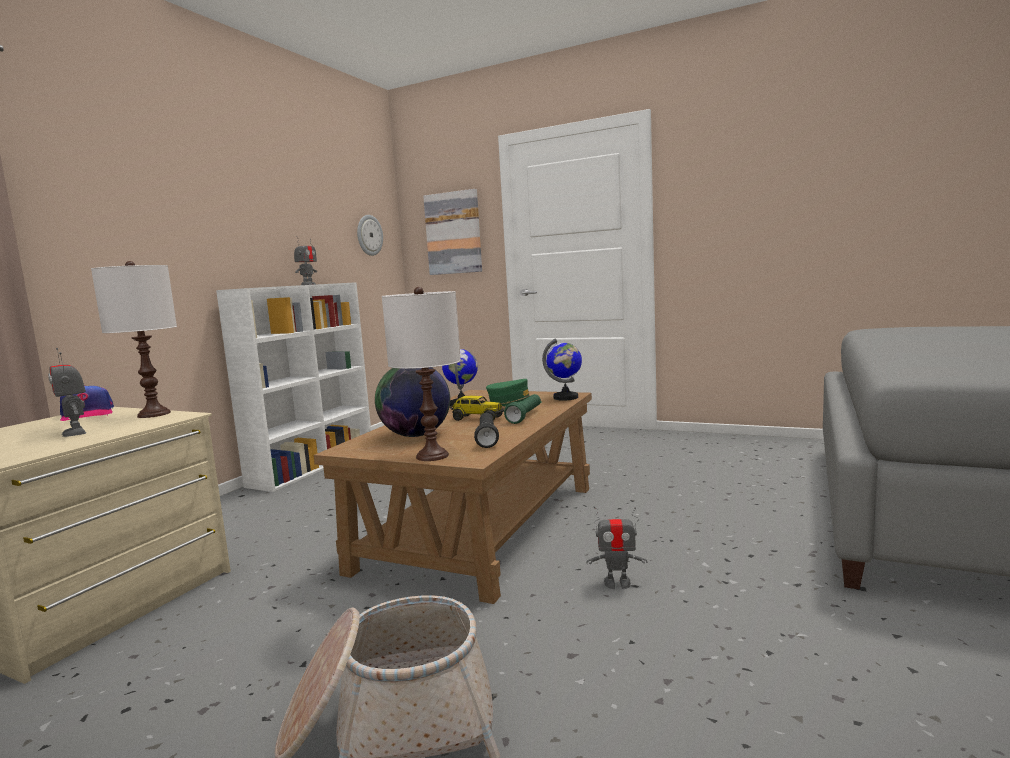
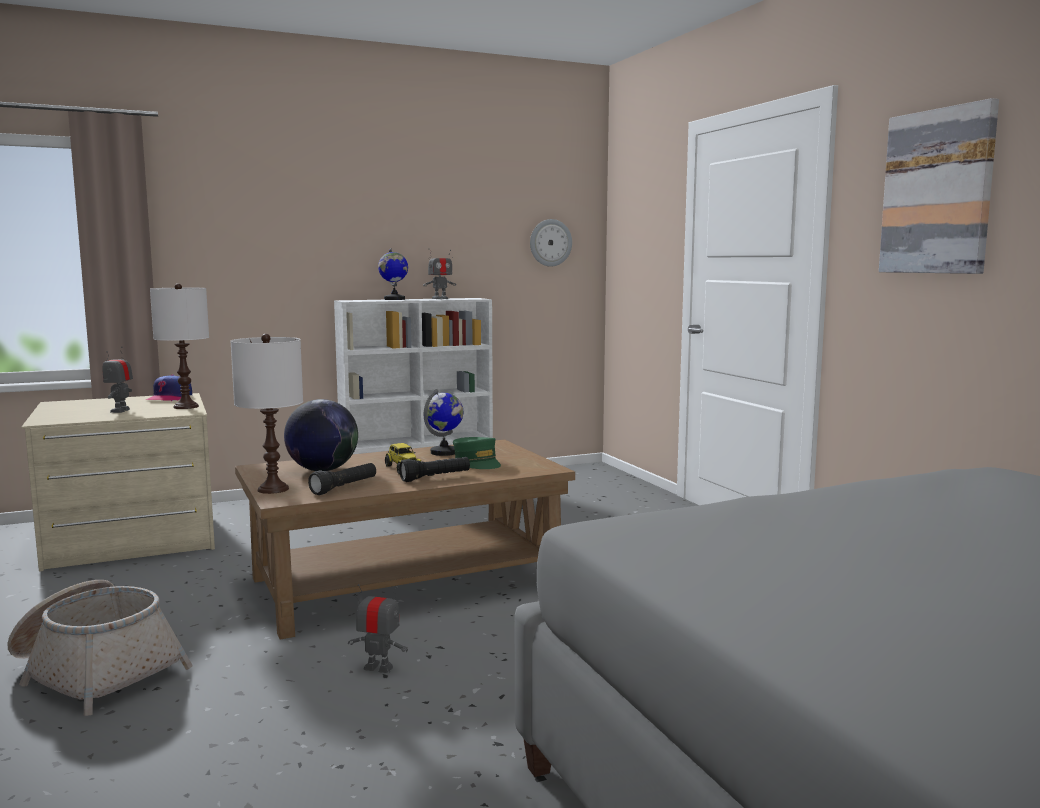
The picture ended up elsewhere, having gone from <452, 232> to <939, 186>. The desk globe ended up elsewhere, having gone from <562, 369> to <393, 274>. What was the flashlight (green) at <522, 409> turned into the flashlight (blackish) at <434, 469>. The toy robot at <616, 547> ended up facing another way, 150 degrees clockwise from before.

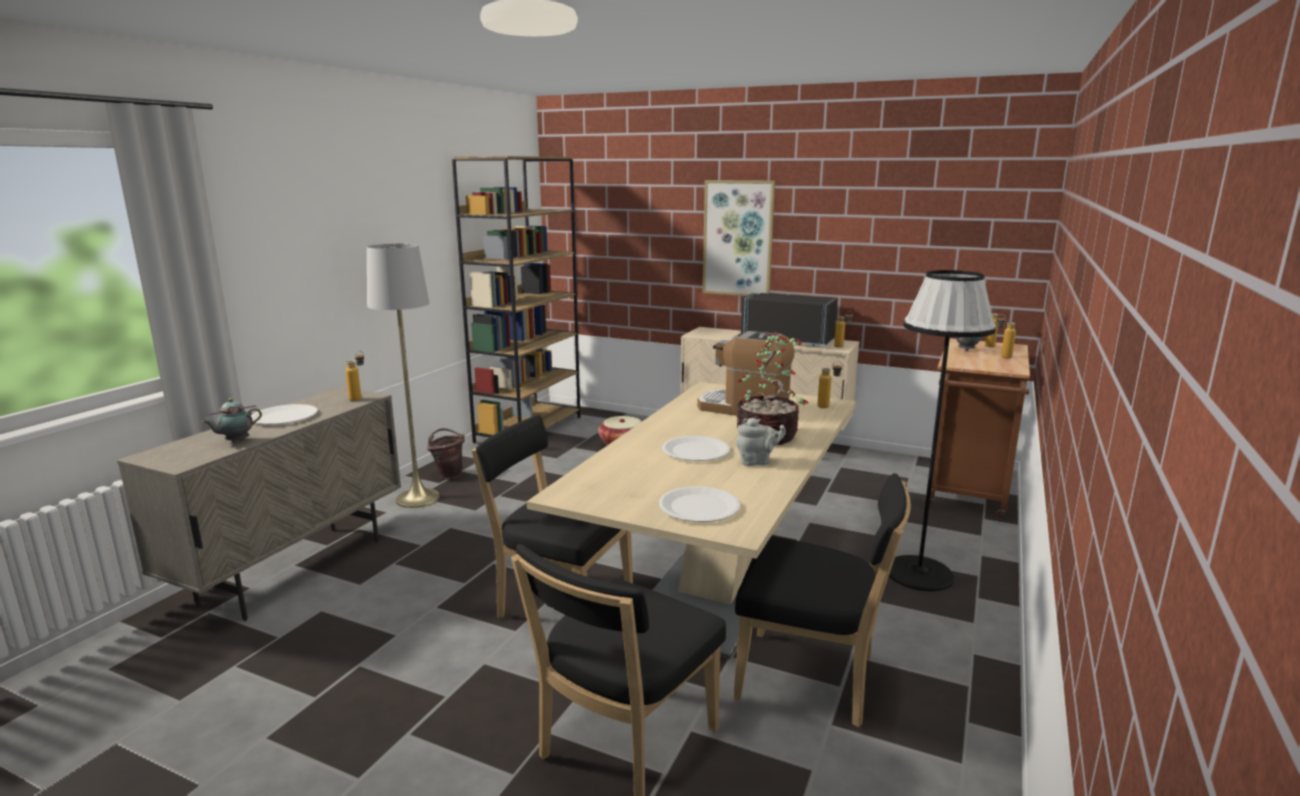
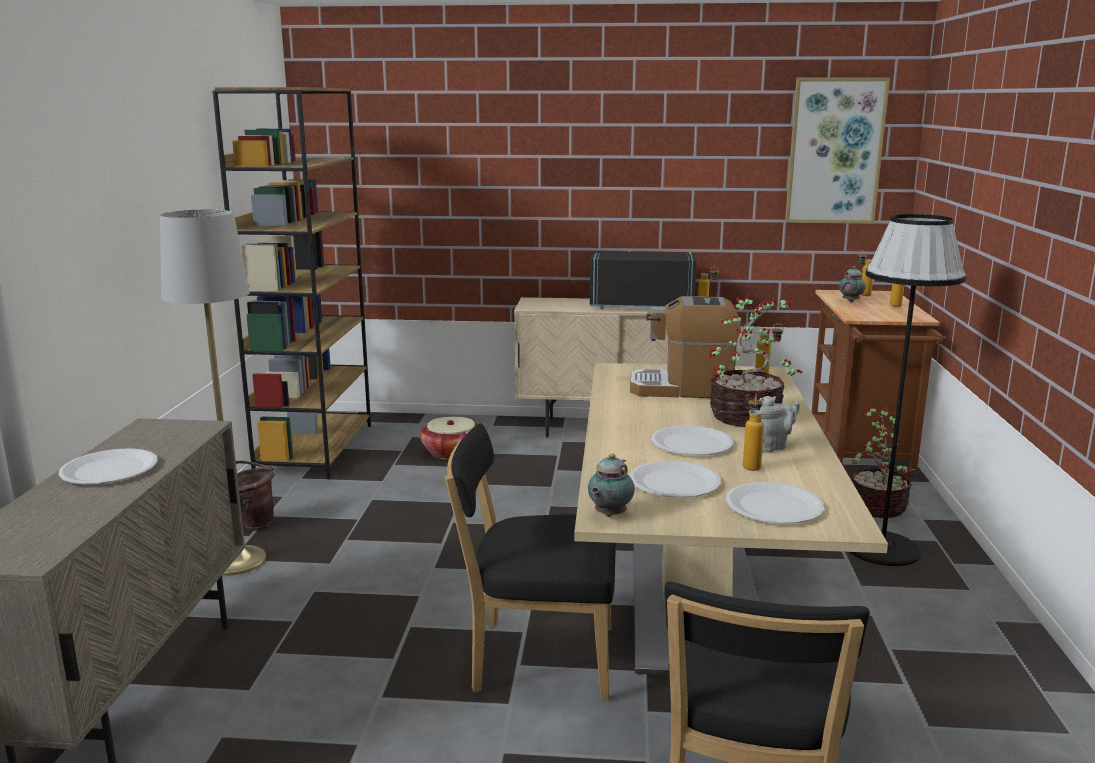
The second view lost the plain chair (blackish) at <822, 600>. The second view gained the flat dish (whitish) at <675, 479>. The second view gained the plant in a pot at <881, 462>. The tea pot ended up elsewhere, having gone from <232, 420> to <611, 485>. The beverage bottle ended up elsewhere, having gone from <354, 376> to <753, 432>. The picture ended up elsewhere, having gone from <739, 238> to <837, 150>.

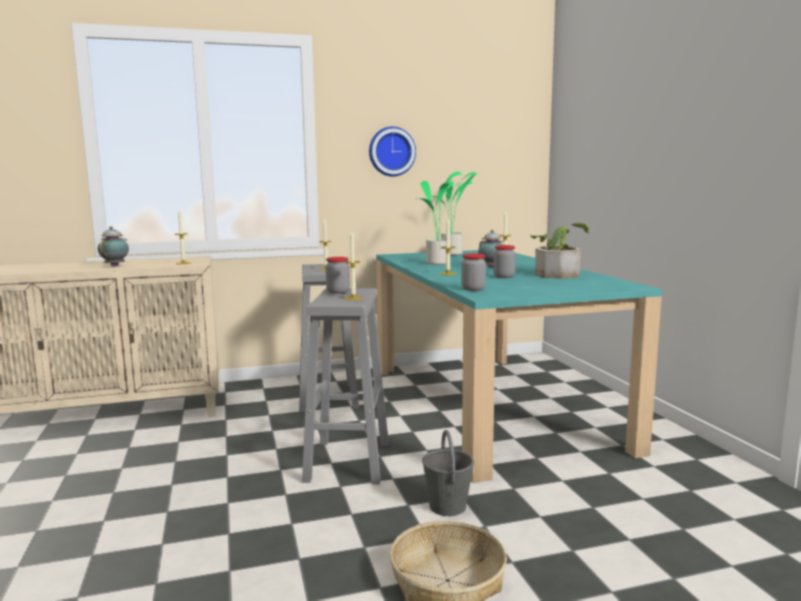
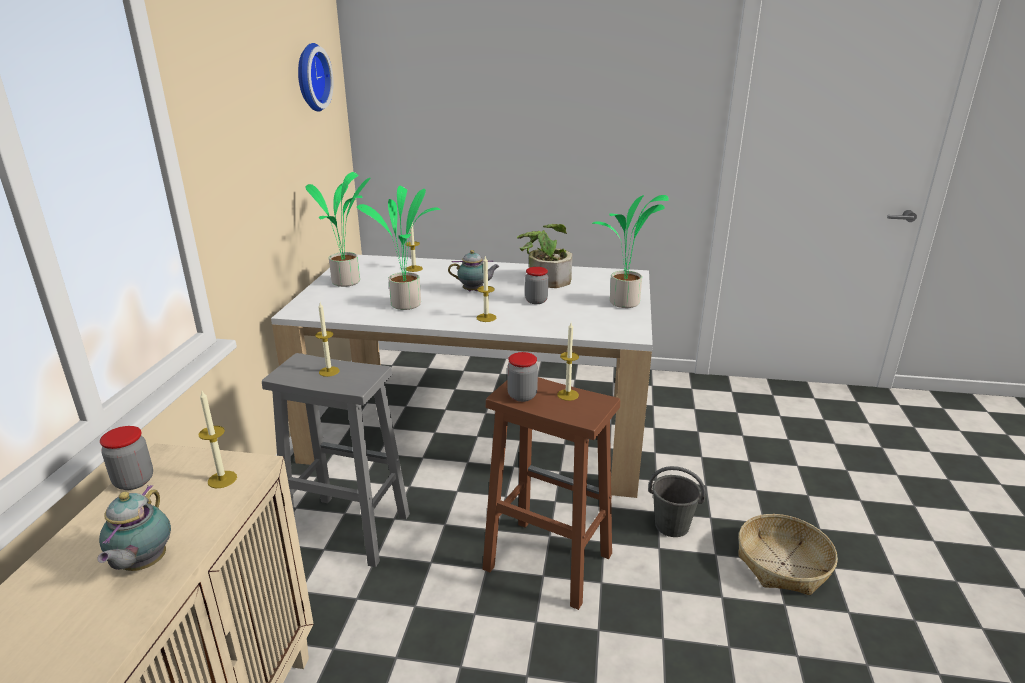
The second view gained the plant in a pot at <630, 251>. The clock on the wall ended up elsewhere, having gone from <392, 151> to <315, 77>. The preserve jar ended up elsewhere, having gone from <473, 272> to <126, 458>. What was the sitting stool (greyish) at <345, 386> turned into the sitting stool (brown) at <551, 493>. What was the kitchen table (turquoise-coloured) at <519, 366> turned into the kitchen table (whitish) at <462, 376>. The tea pot at <113, 246> ended up facing another way, 120 degrees counterclockwise from before.

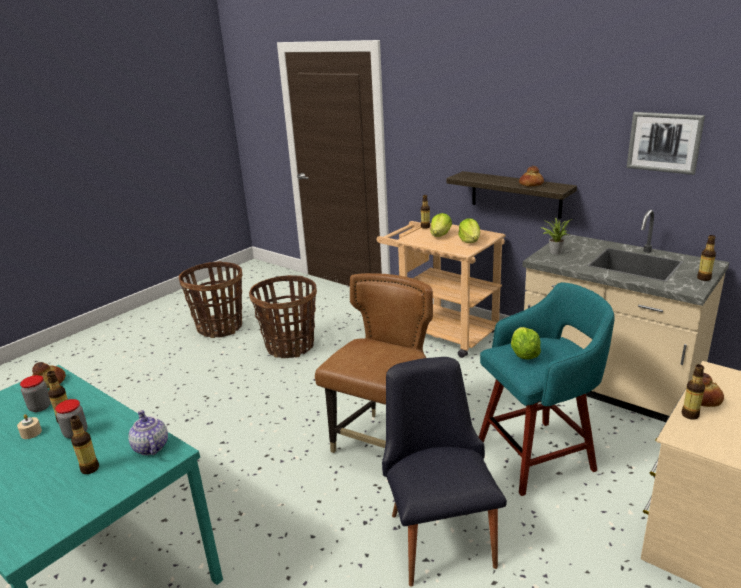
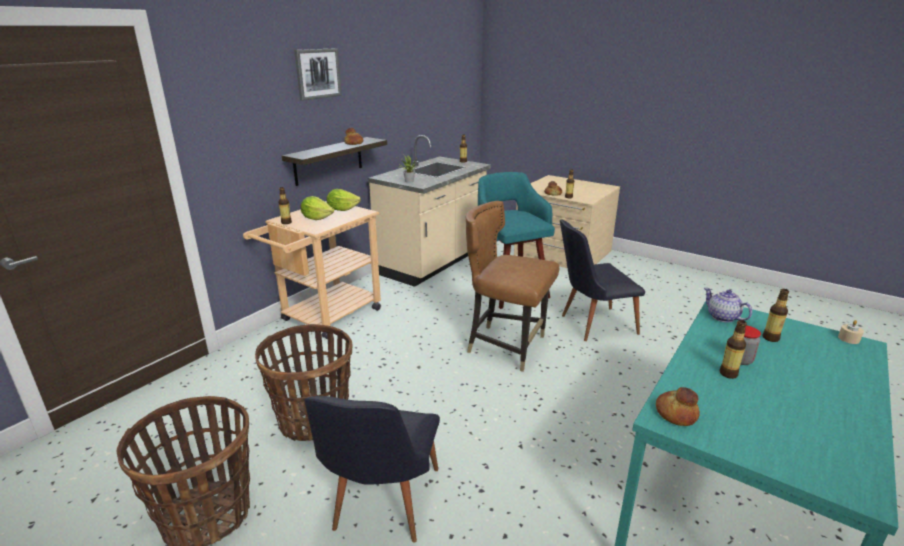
The second view lost the preserve jar at <35, 393>. The second view lost the head of lettuce at <526, 343>. The second view gained the plain chair (blackish) at <372, 469>. The candle (beige) ended up elsewhere, having gone from <29, 426> to <851, 332>. The picture ended up elsewhere, having gone from <666, 143> to <318, 74>. The tea pot at <148, 432> ended up facing another way, 90 degrees clockwise from before.

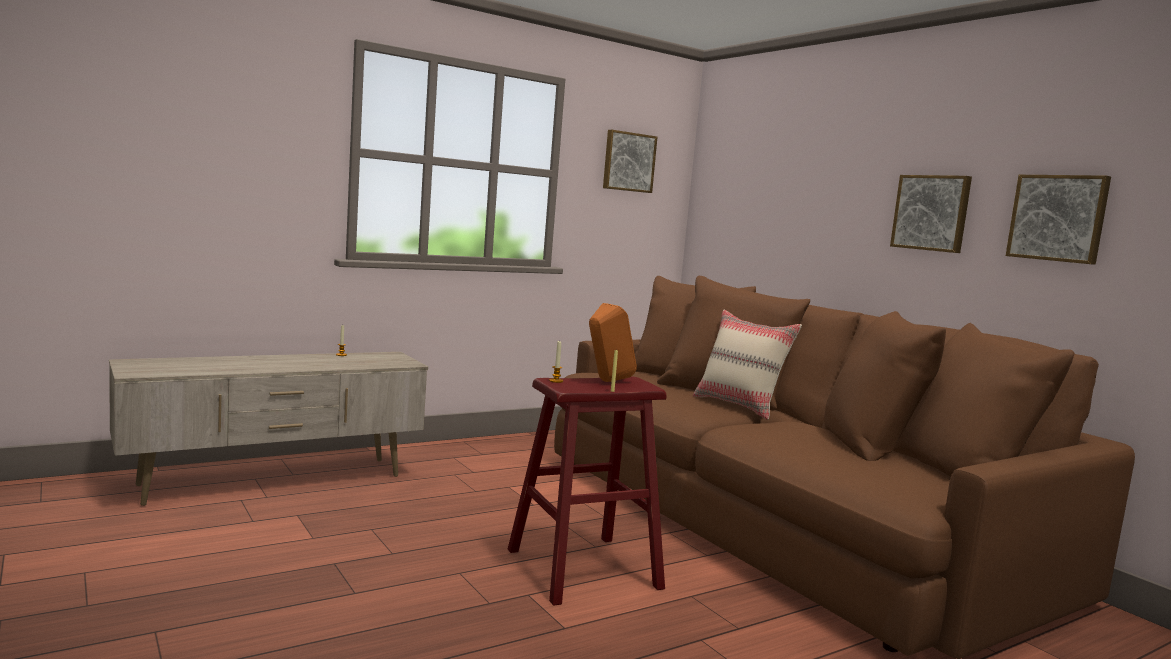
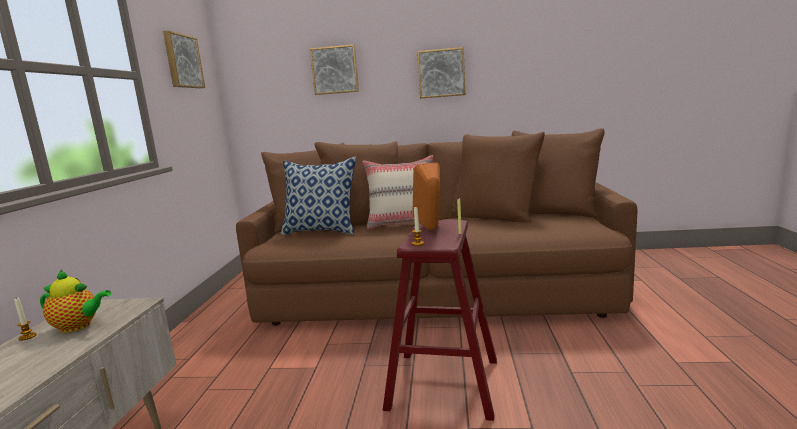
The second view gained the tea pot at <75, 301>. The second view gained the cushion at <318, 196>. The picture ended up elsewhere, having gone from <1058, 220> to <334, 69>.

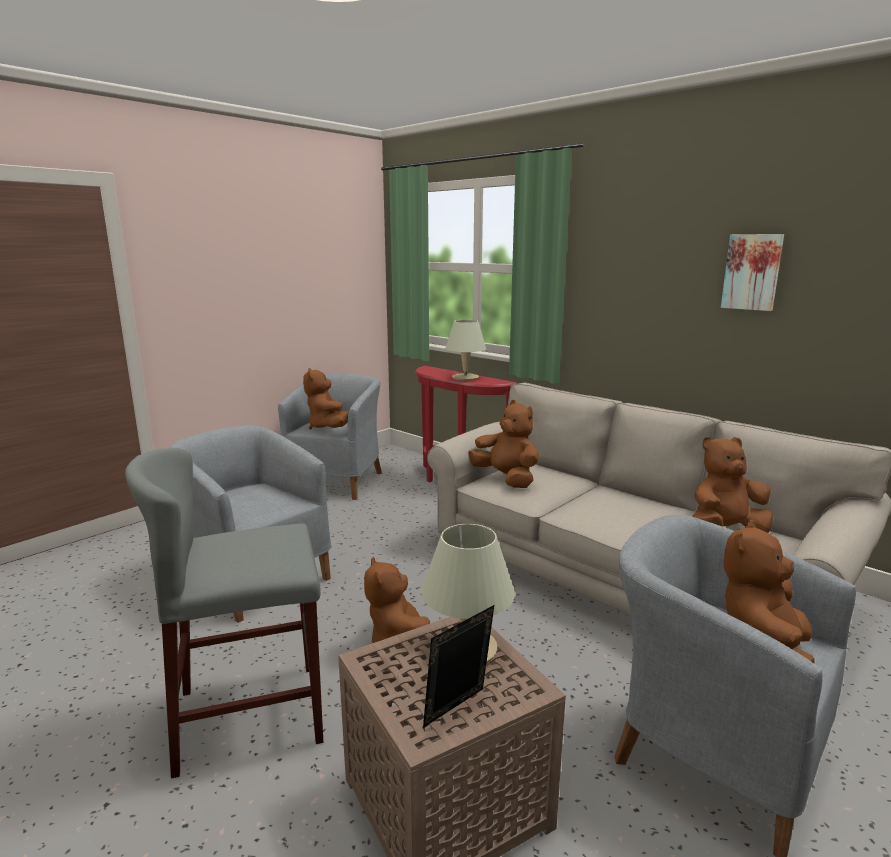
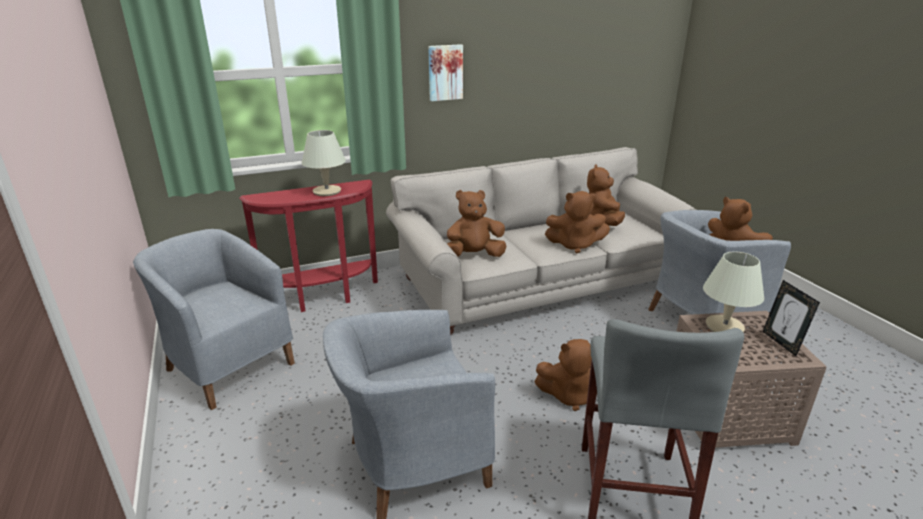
The cuddly toy (brown) ended up elsewhere, having gone from <326, 398> to <577, 222>. The picture ended up elsewhere, having gone from <752, 272> to <445, 72>.

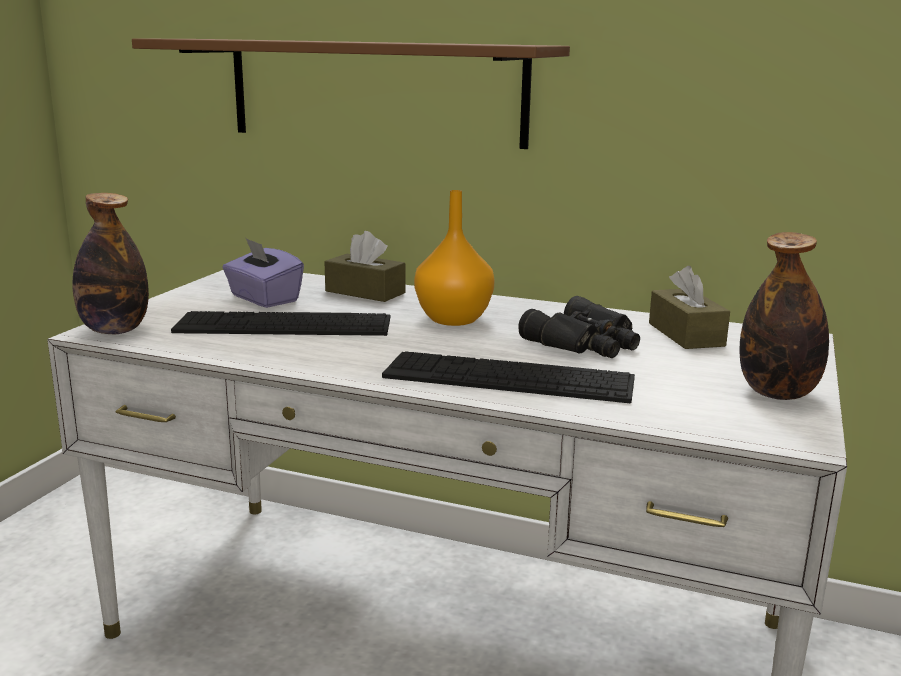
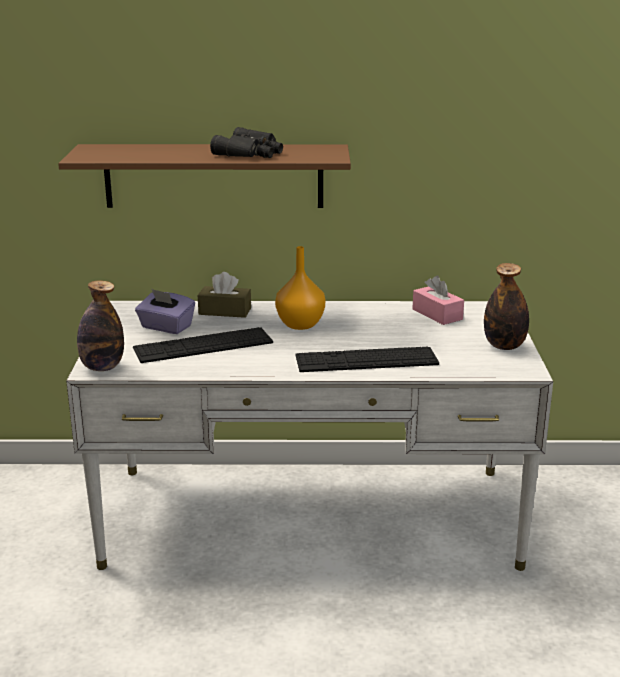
The binoculars (blackish) ended up elsewhere, having gone from <579, 327> to <246, 142>. What was the tissue holder (brown) at <689, 307> turned into the tissue holder (pink-coloured) at <438, 300>.

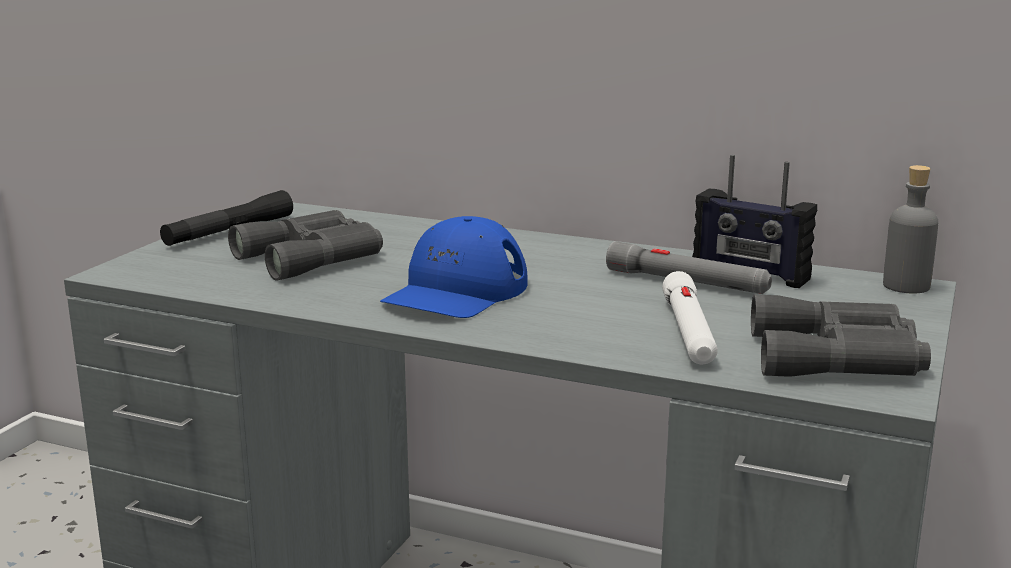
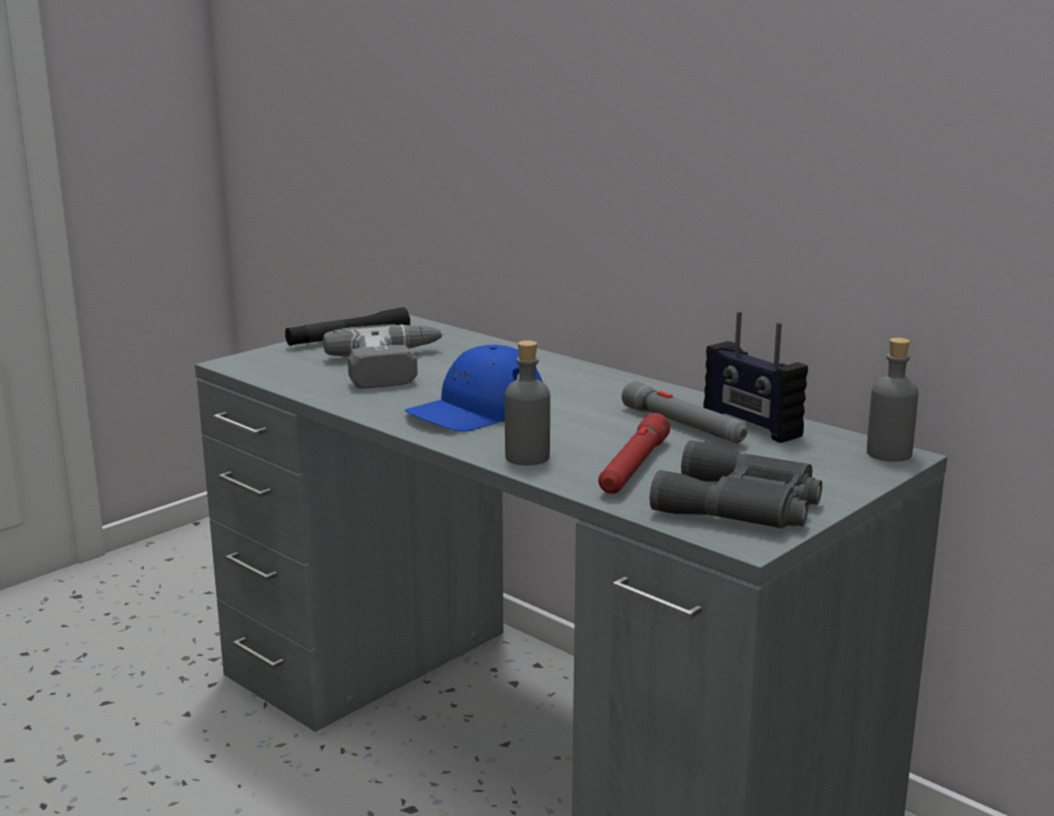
The second view gained the beverage bottle (greyish) at <527, 402>. Where the binoculars (greyish) stood at <305, 245>, the drill came to stand at <383, 356>. What was the flashlight (whitish) at <690, 317> turned into the flashlight (reddish) at <634, 453>.

